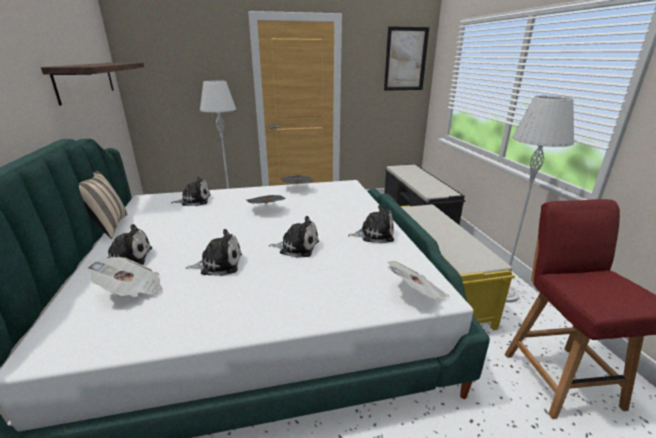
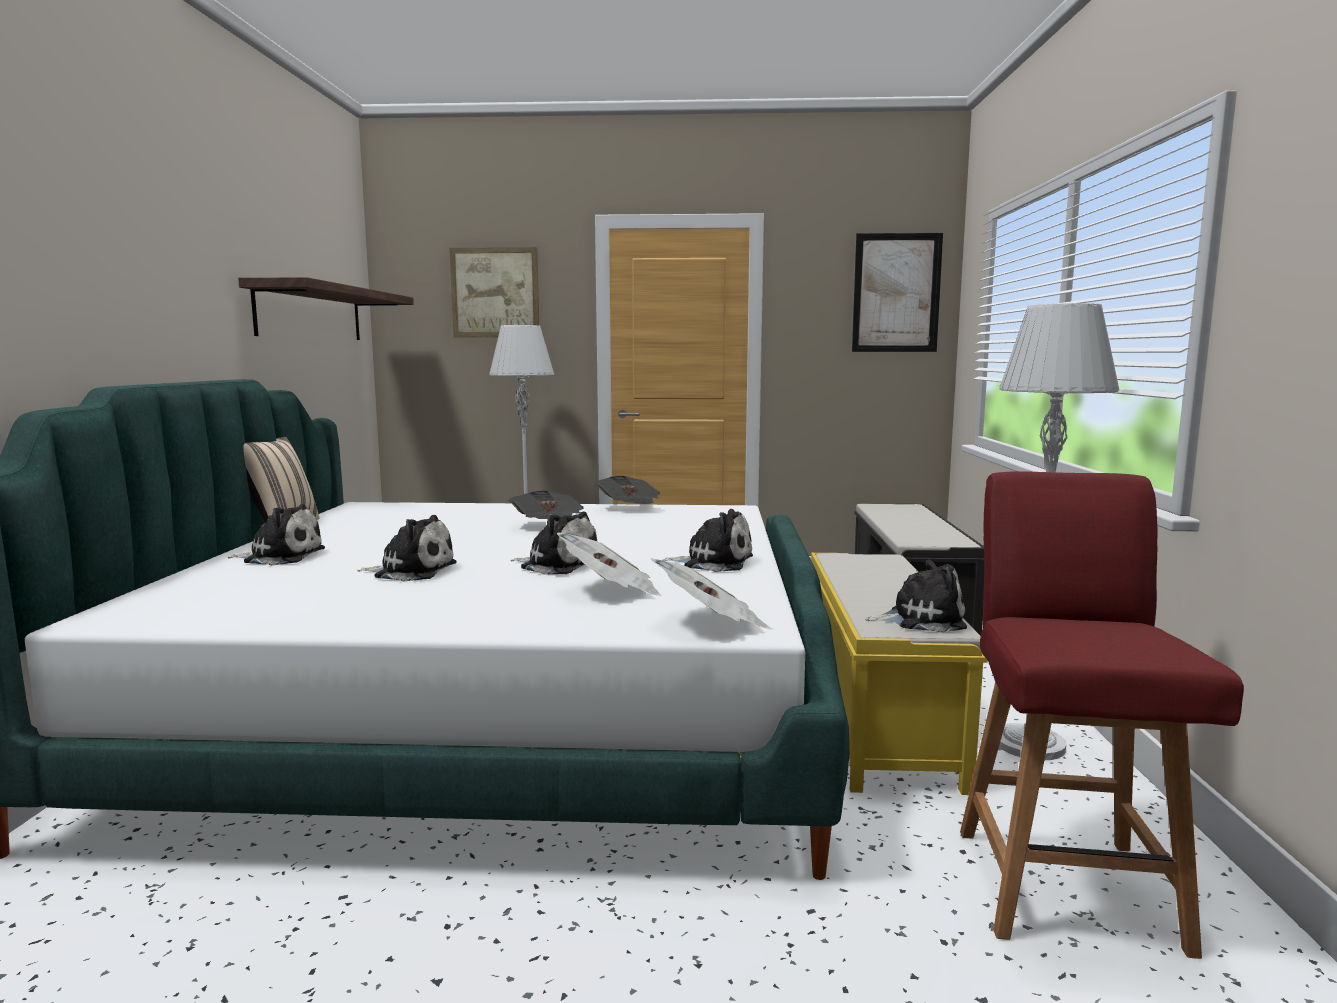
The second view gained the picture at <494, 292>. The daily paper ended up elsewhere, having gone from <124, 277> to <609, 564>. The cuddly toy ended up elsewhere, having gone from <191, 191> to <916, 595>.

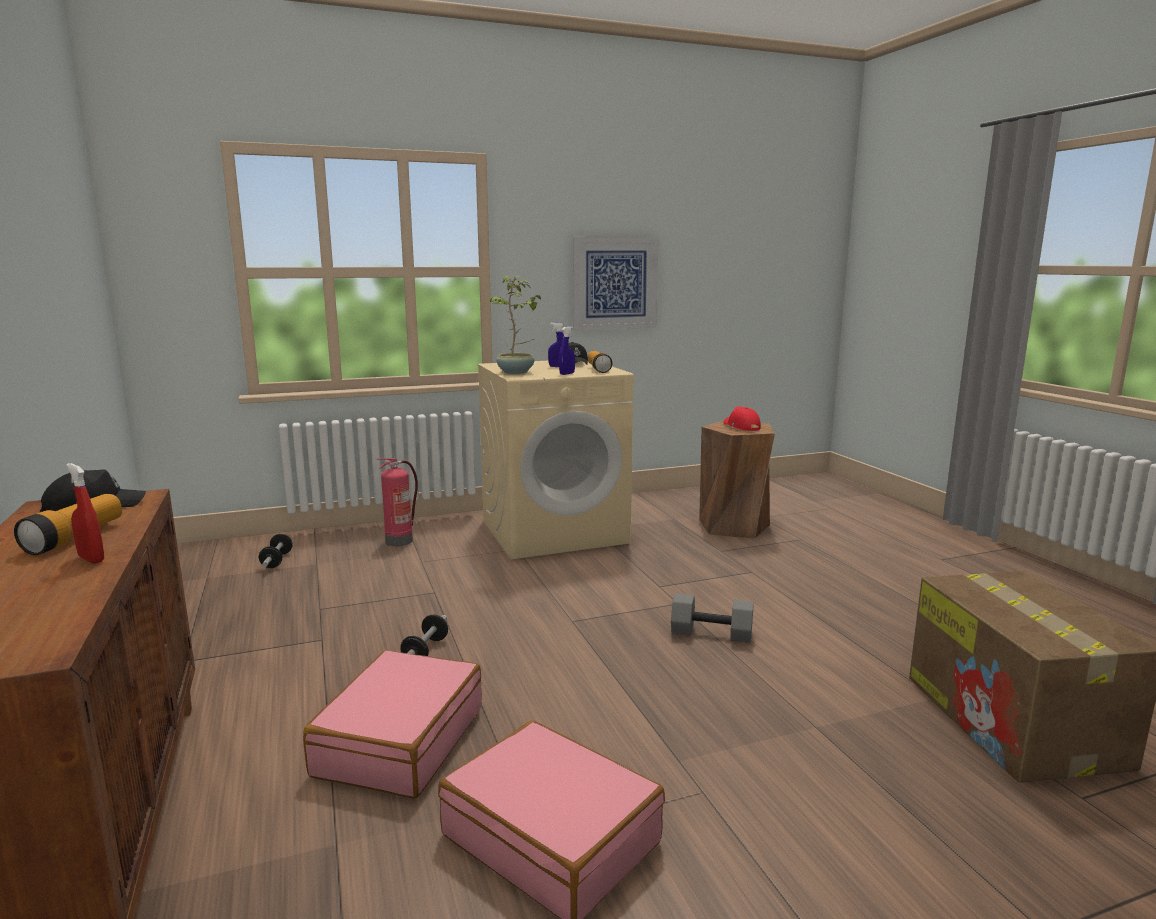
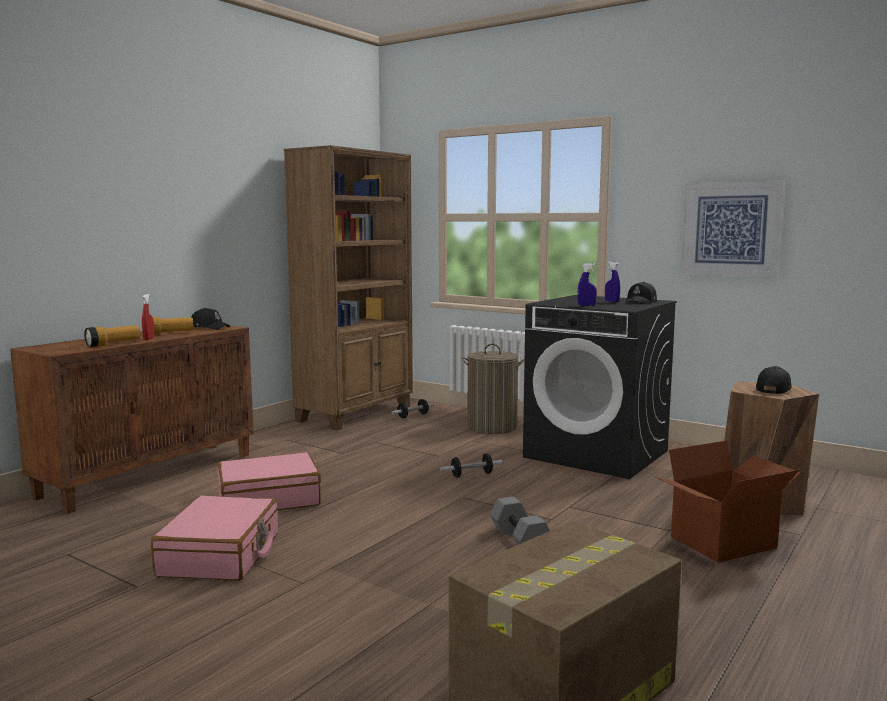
The second view lost the plant in a pot at <515, 325>. The second view gained the bookcase (brown) at <348, 287>. The second view gained the packing box at <727, 502>. The free weight ended up elsewhere, having gone from <424, 635> to <471, 465>. The flashlight ended up elsewhere, having gone from <600, 362> to <112, 336>. Where the fire-fighting cylinder stood at <397, 502>, the washing basket came to stand at <493, 389>. What was the laundry appliance (beige) at <555, 460> turned into the laundry appliance (blackish) at <600, 387>. What was the baseball cap (reddish) at <742, 418> turned into the baseball cap (blackish) at <774, 380>.

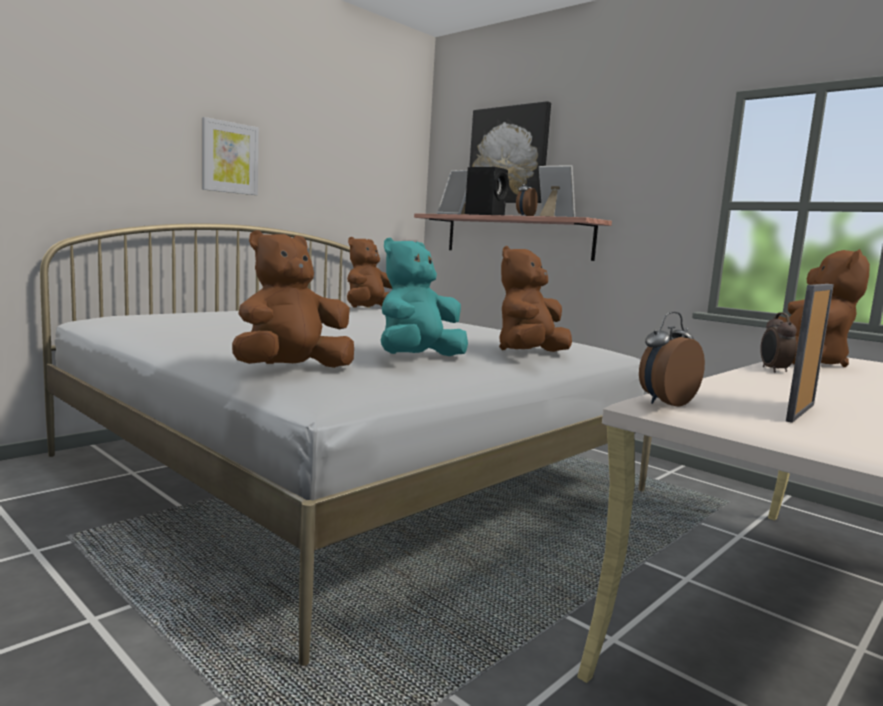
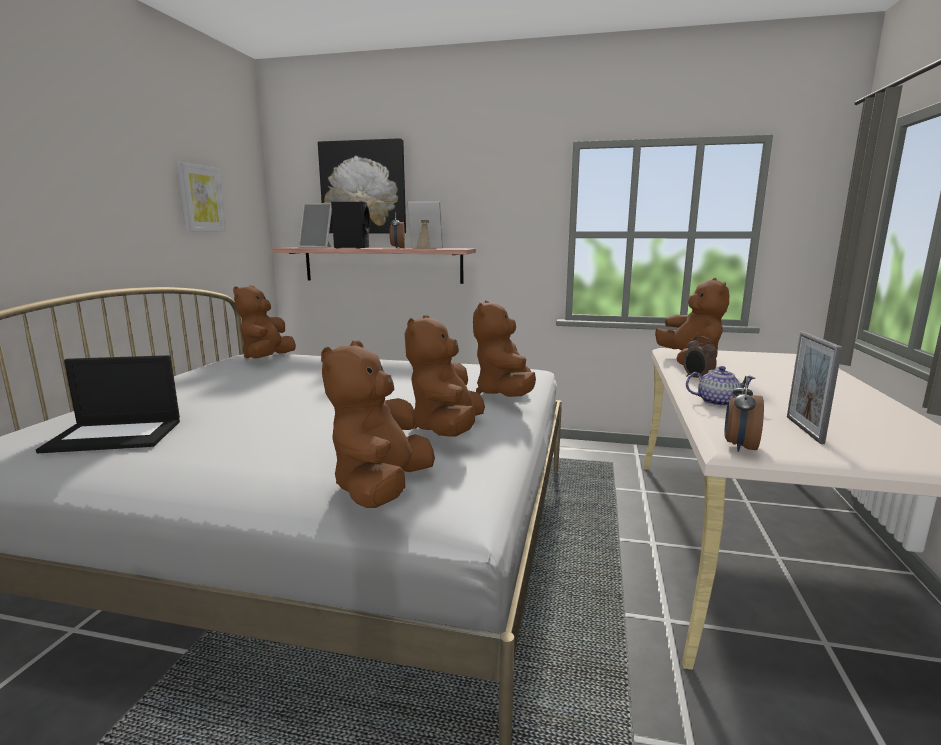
The second view gained the portable computer at <108, 404>. The second view gained the tea pot at <720, 386>. The picture ended up elsewhere, having gone from <230, 156> to <201, 196>. What was the cuddly toy (turquoise-coloured) at <424, 297> turned into the cuddly toy (brown) at <444, 376>.

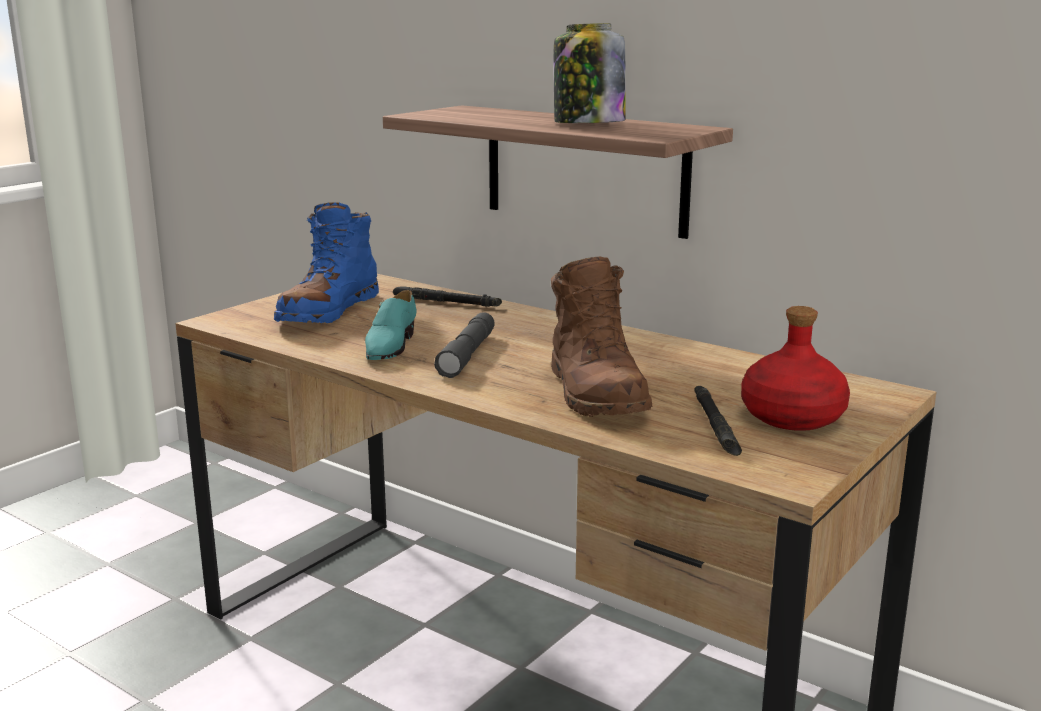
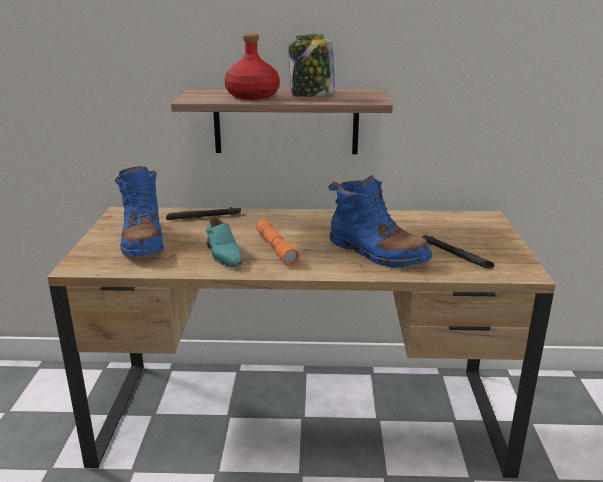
The beverage bottle (reddish) ended up elsewhere, having gone from <795, 368> to <252, 67>. What was the flashlight (greyish) at <464, 345> turned into the flashlight (orange) at <278, 243>. What was the boot (brown) at <601, 336> turned into the boot (bluish) at <380, 221>.

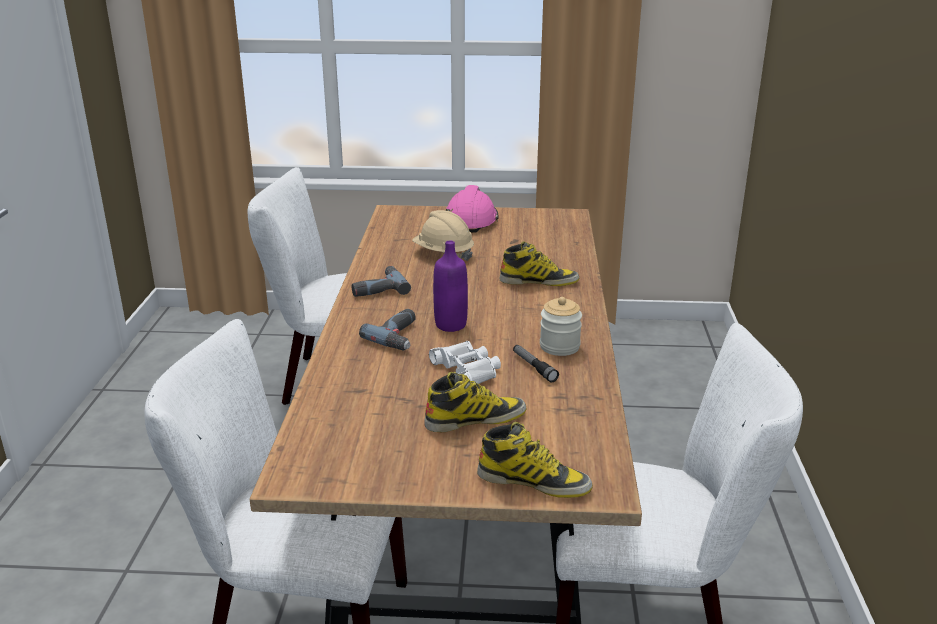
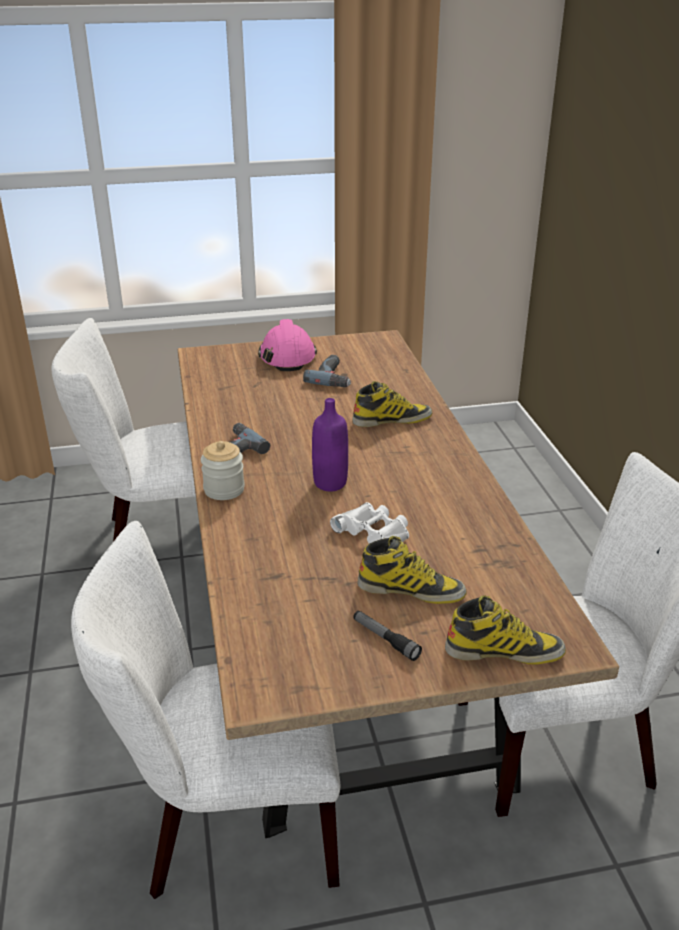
The second view lost the safety helmet (beige) at <443, 235>. The drill ended up elsewhere, having gone from <387, 330> to <327, 371>. The flashlight ended up elsewhere, having gone from <536, 364> to <387, 636>. The preserve jar ended up elsewhere, having gone from <561, 326> to <223, 470>. The boot at <475, 402> ended up facing another way, 45 degrees clockwise from before.

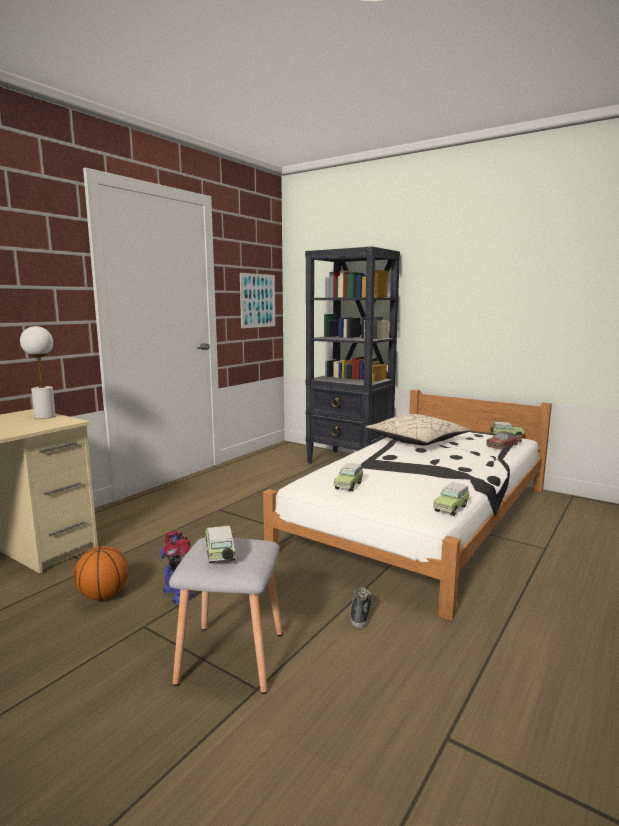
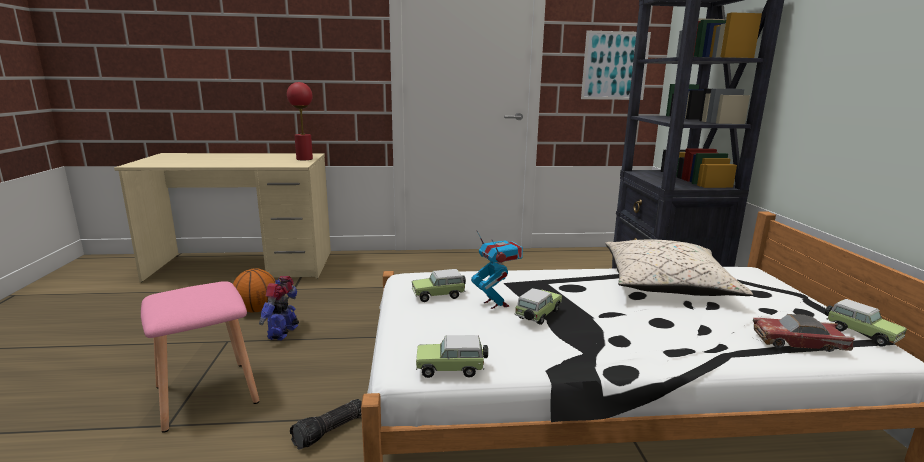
The second view gained the toy robot at <497, 270>. The model car ended up elsewhere, having gone from <221, 544> to <538, 306>. Where the item of footwear stood at <362, 607>, the flashlight came to stand at <326, 424>. What was the lamp for a table (whitish) at <38, 372> turned into the lamp for a table (reddish) at <300, 121>. What was the sitting stool (greyish) at <226, 616> turned into the sitting stool (pink-coloured) at <200, 357>.

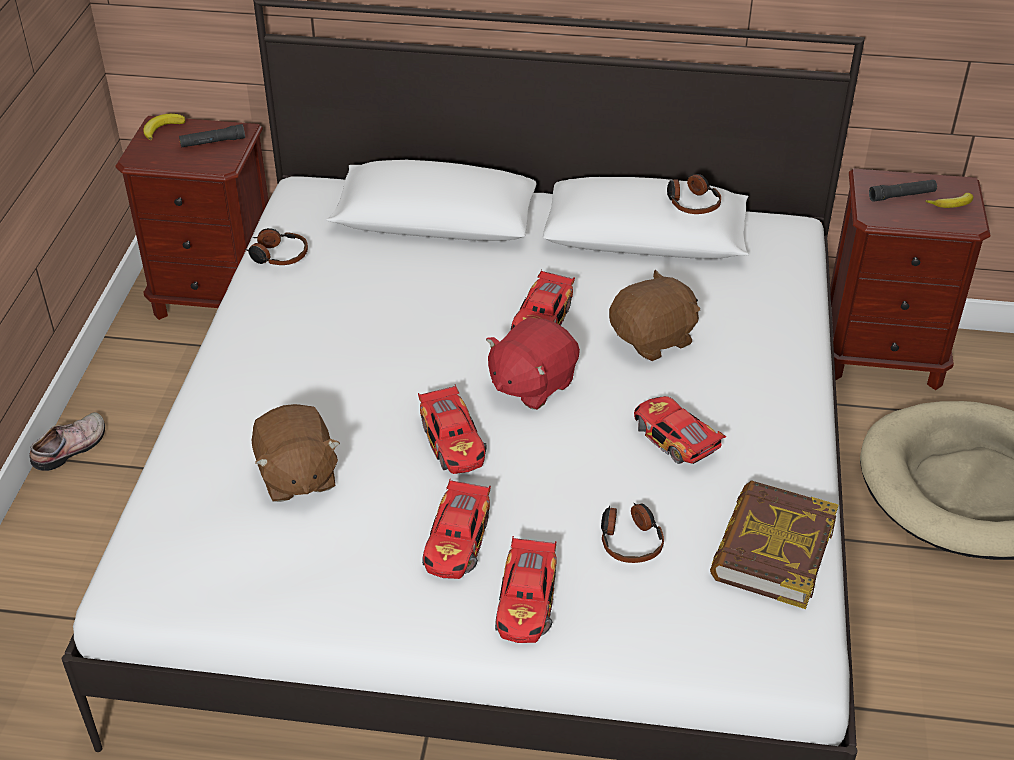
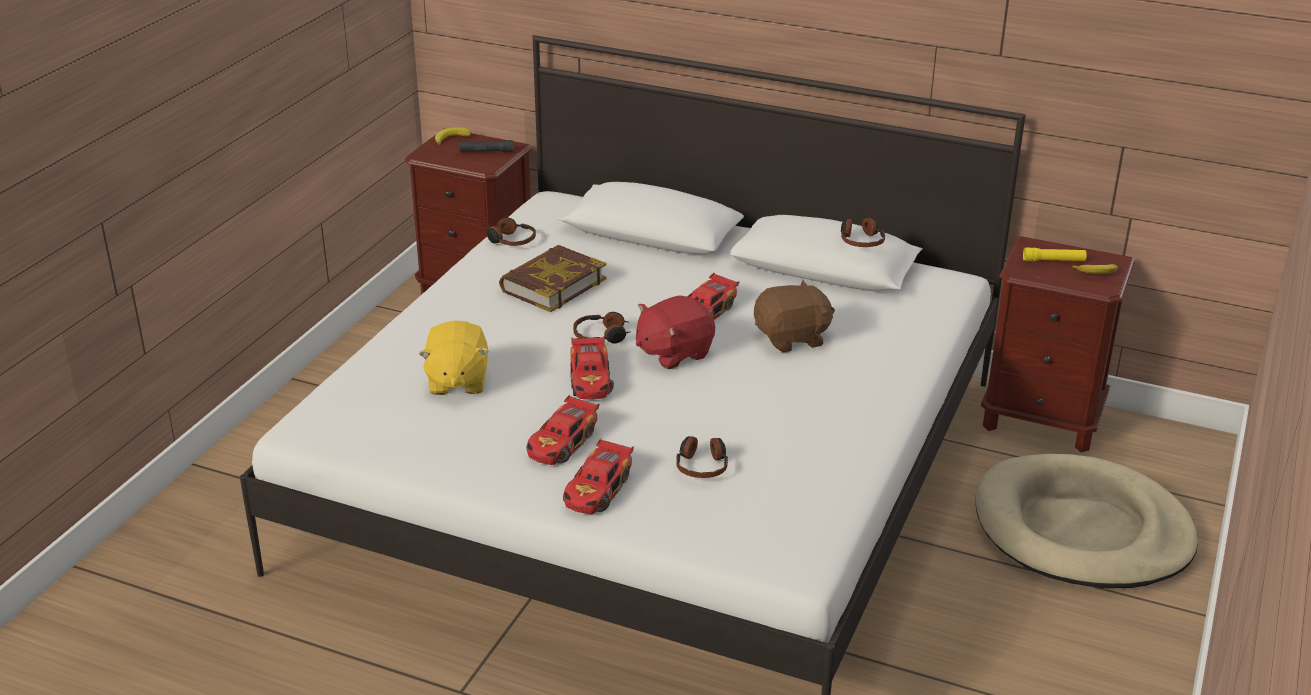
The second view lost the item of footwear at <67, 441>. The second view lost the model car at <680, 430>. The second view gained the headphones at <602, 328>. The book ended up elsewhere, having gone from <774, 544> to <553, 279>. What was the cuddly toy (brown) at <296, 453> turned into the cuddly toy (yellow-coloured) at <454, 357>. What was the flashlight (blackish) at <903, 191> turned into the flashlight (yellow-coloured) at <1055, 254>.

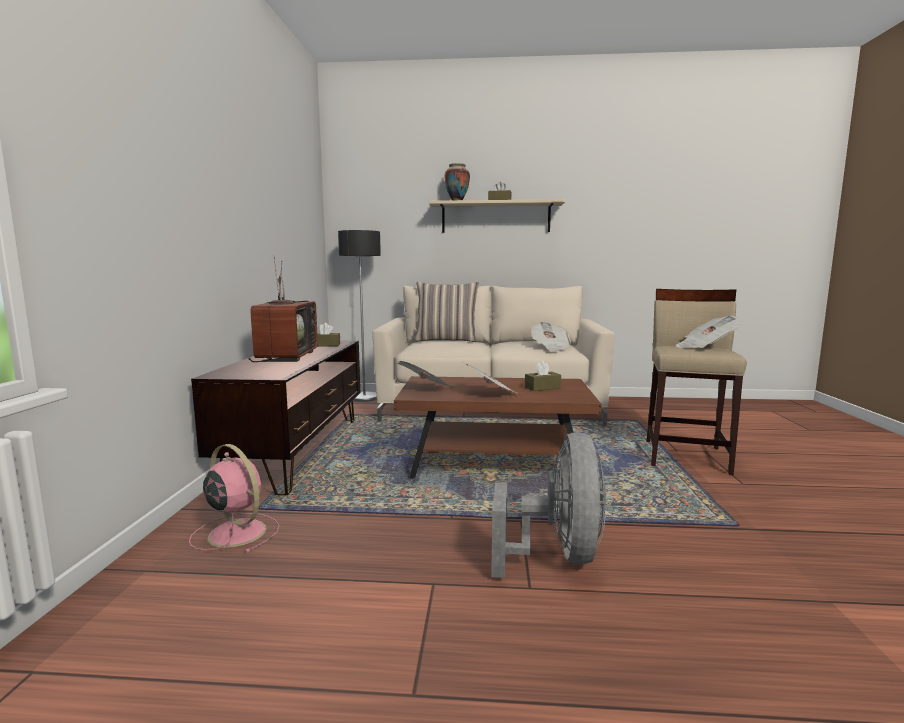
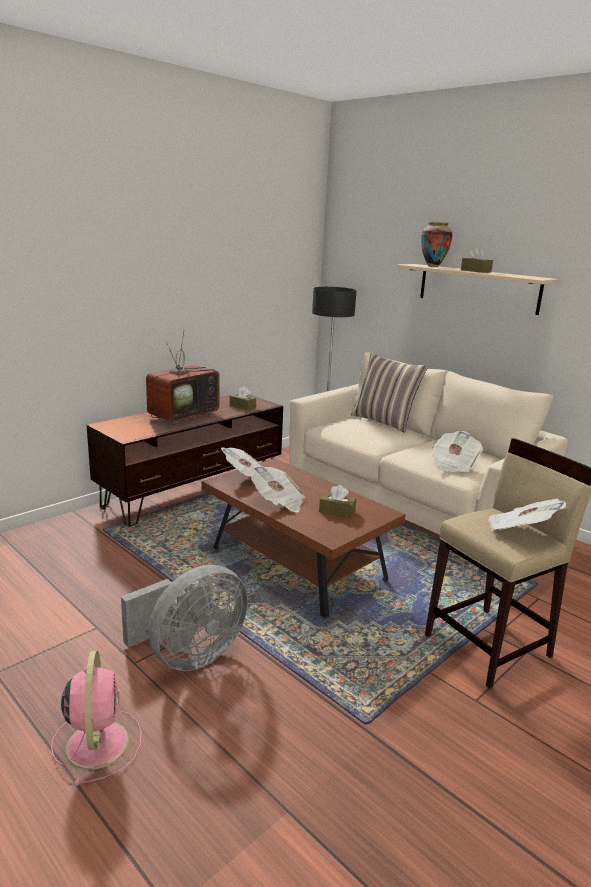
The electric fan (pink-coloured) ended up elsewhere, having gone from <234, 498> to <96, 718>.

